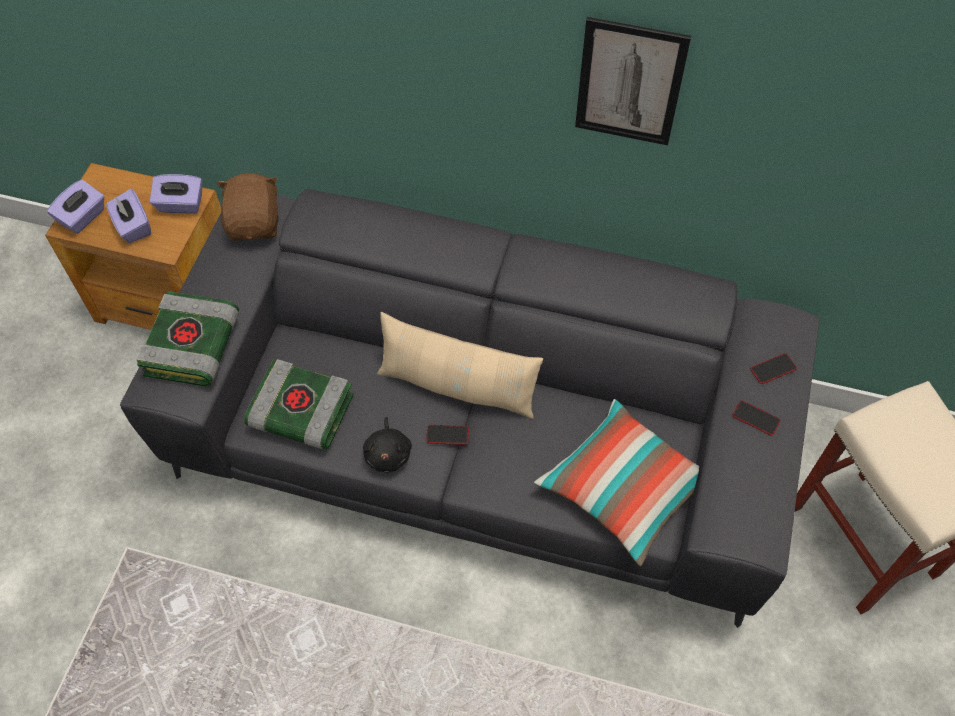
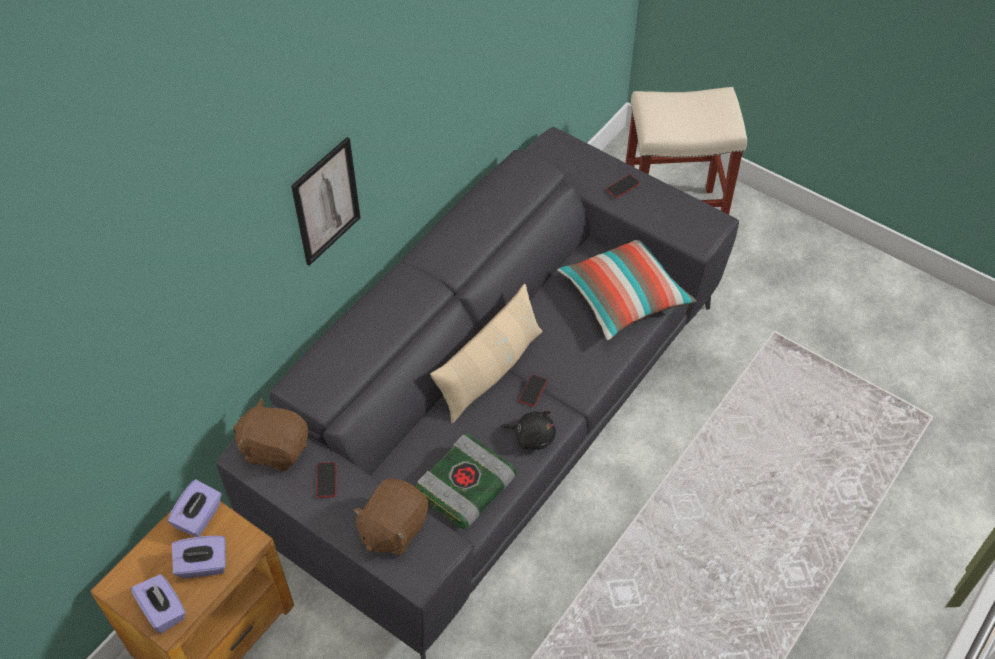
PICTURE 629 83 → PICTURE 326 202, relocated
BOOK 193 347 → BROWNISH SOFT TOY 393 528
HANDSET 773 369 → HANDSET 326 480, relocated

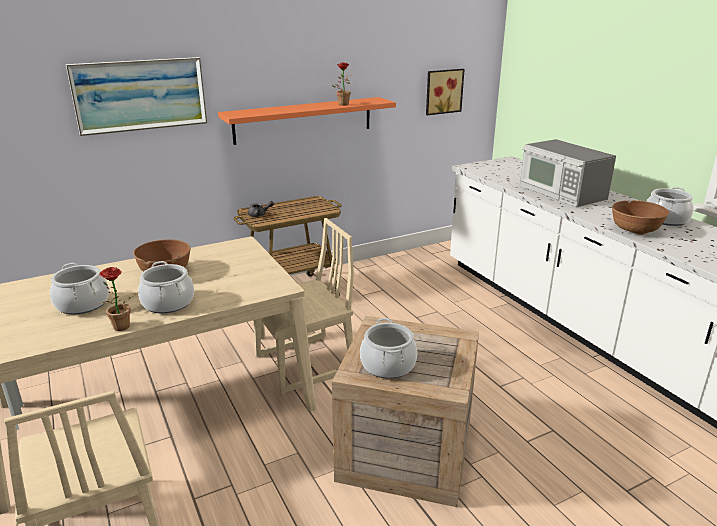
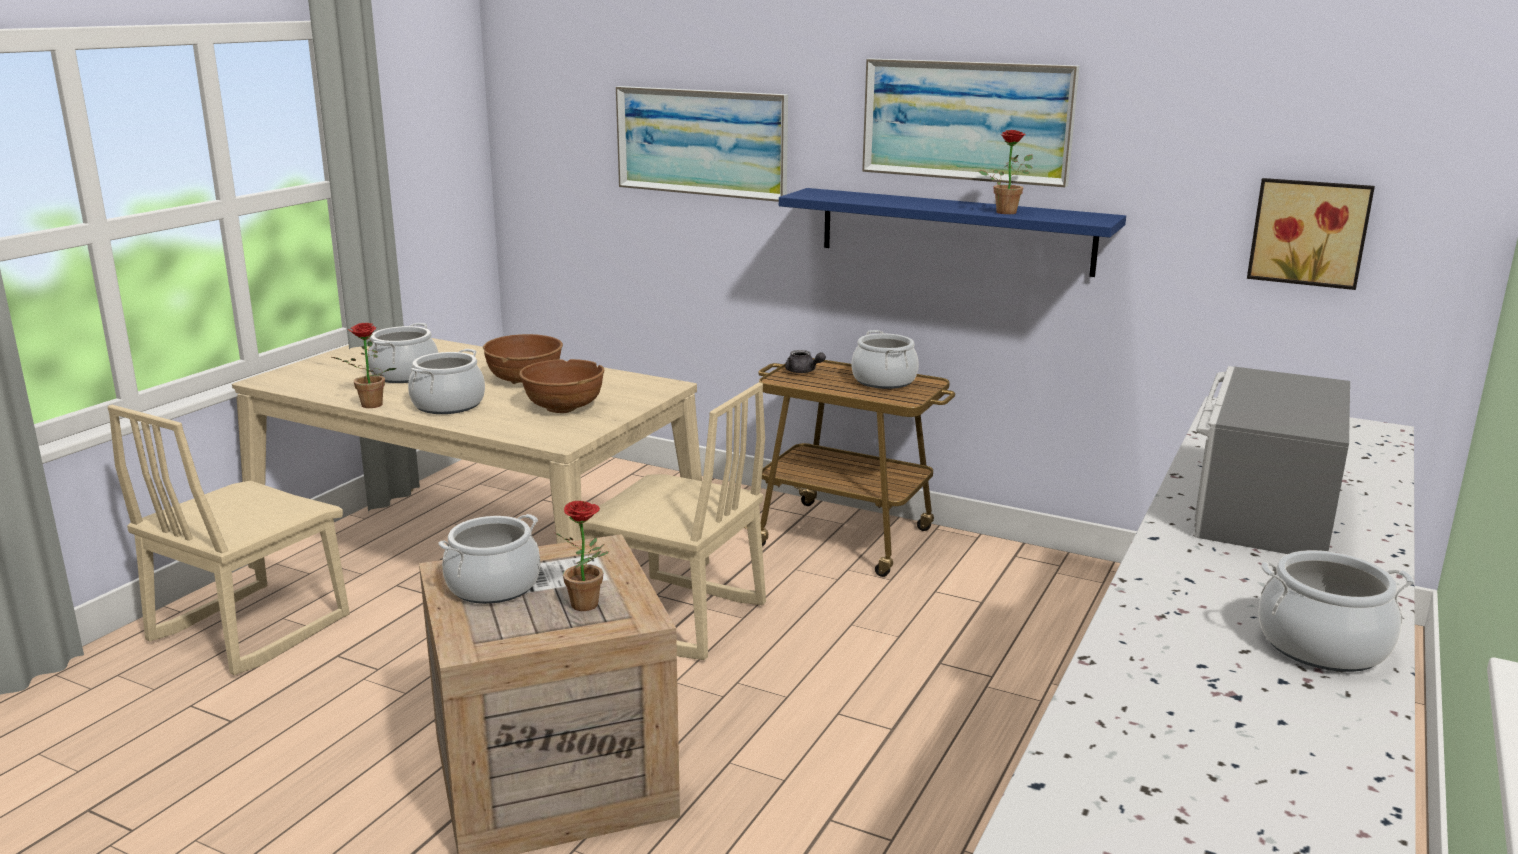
ORANGEY WALL SHELF 304 120 → BLUE-COLOURED WALL SHELF 955 231
BROWNISH SERVING BOWL 635 230 → BROWNISH SERVING BOWL 563 407, relocated
- → PICTURE 966 120
- → STOCKPOT 884 381
- → HOUSEPLANT 590 606

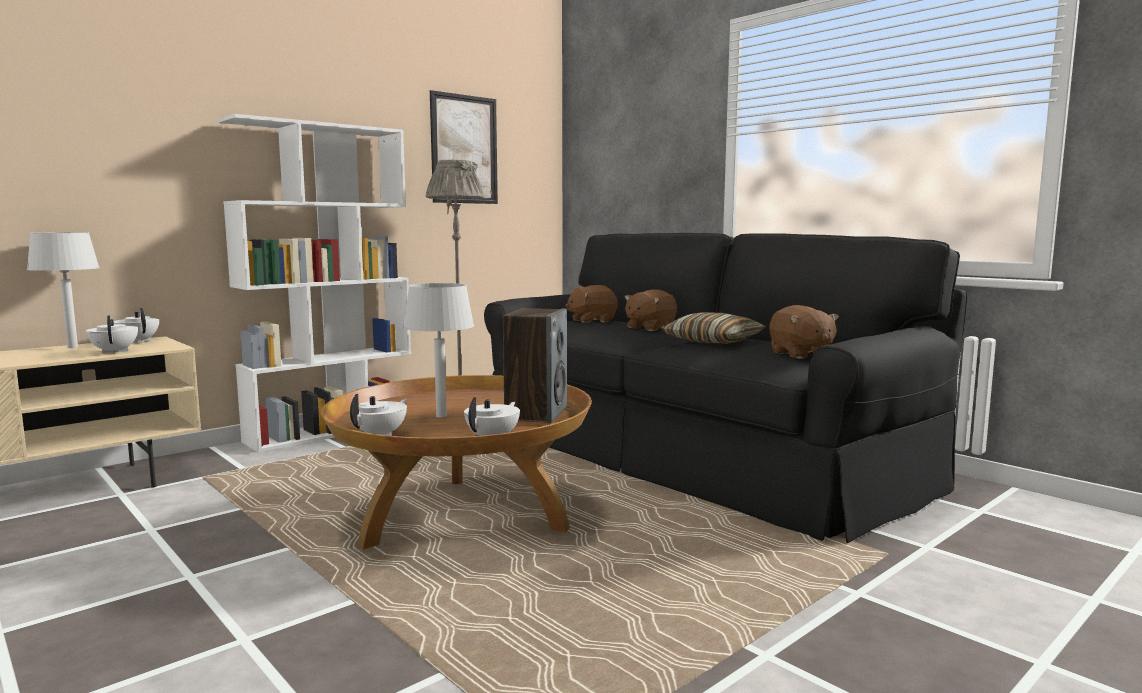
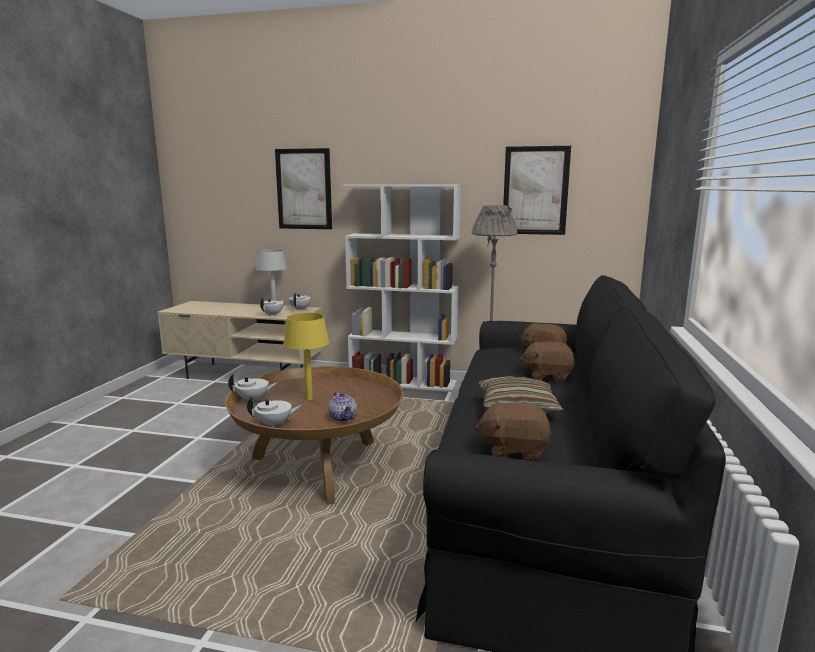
GREYISH TABLETOP LAMP 442 416 → YELLOWISH TABLETOP LAMP 309 399
BROWNISH SOFT TOY 800 354 → BROWNISH SOFT TOY 513 450, 60 degrees clockwise
SPEAKER 536 414 → TEA POT 343 418
- → PICTURE 304 189

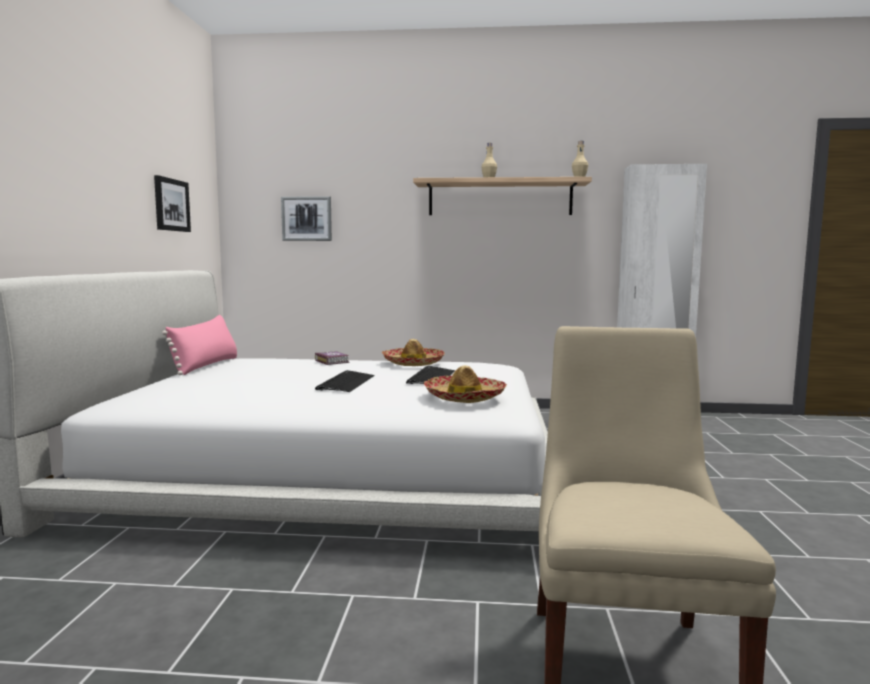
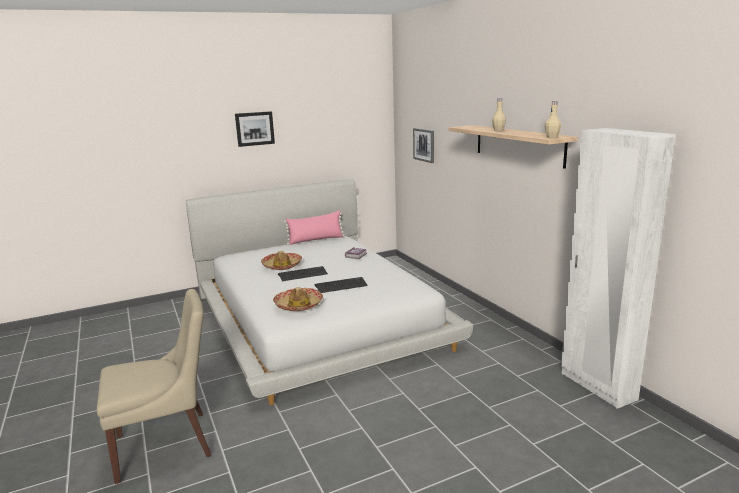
PICTURE 171 205 → PICTURE 254 128, relocated
HAT 412 363 → HAT 282 266, relocated

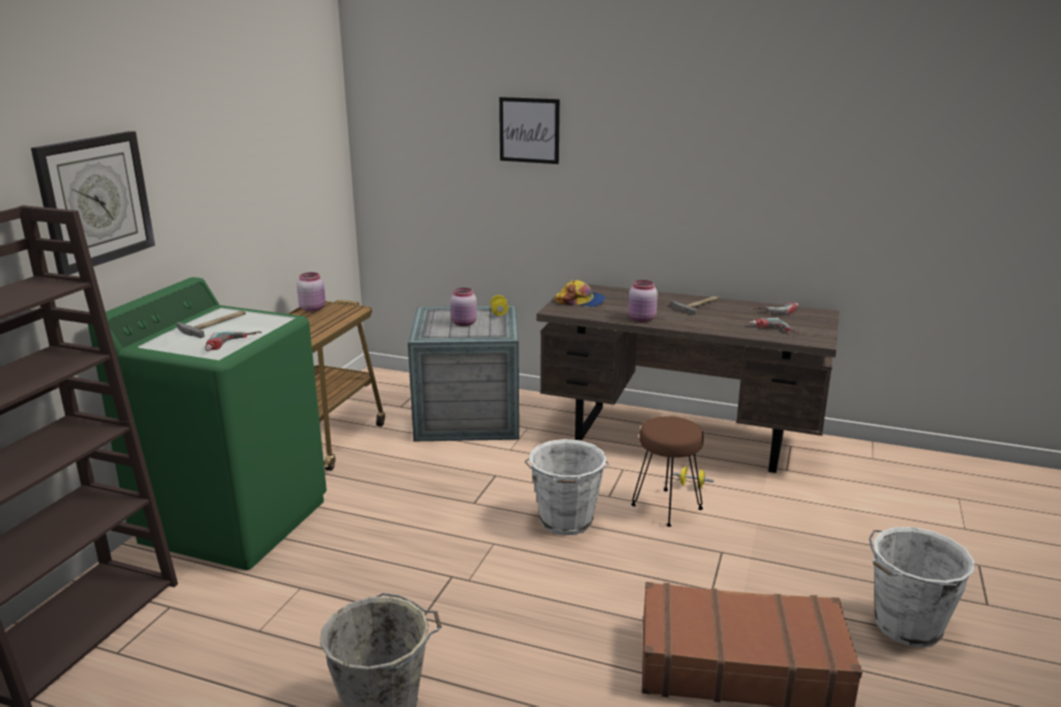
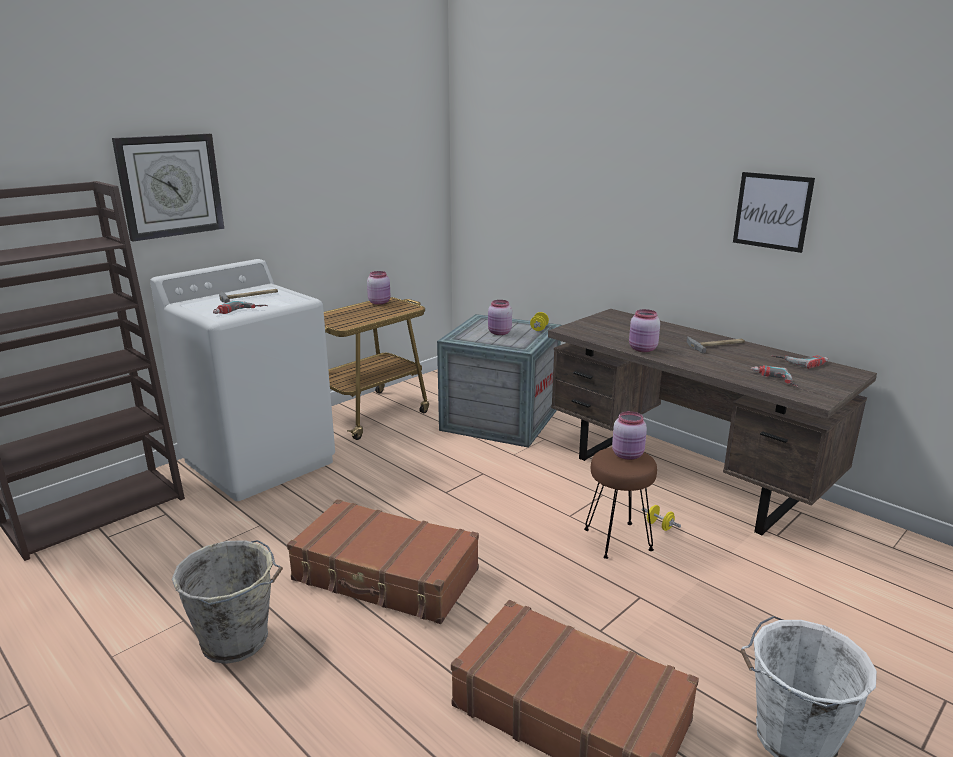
PICTURE 529 130 → PICTURE 772 211, relocated
GREEN WASHING MACHINE 235 520 → WHITE WASHING MACHINE 260 461
PEAKED CAP 581 301 → -
WHITE WATER BUCKET 566 522 → -
- → PINK-COLOURED PRESERVE JAR 628 455
- → BROWNISH TRAVEL CASE 385 576

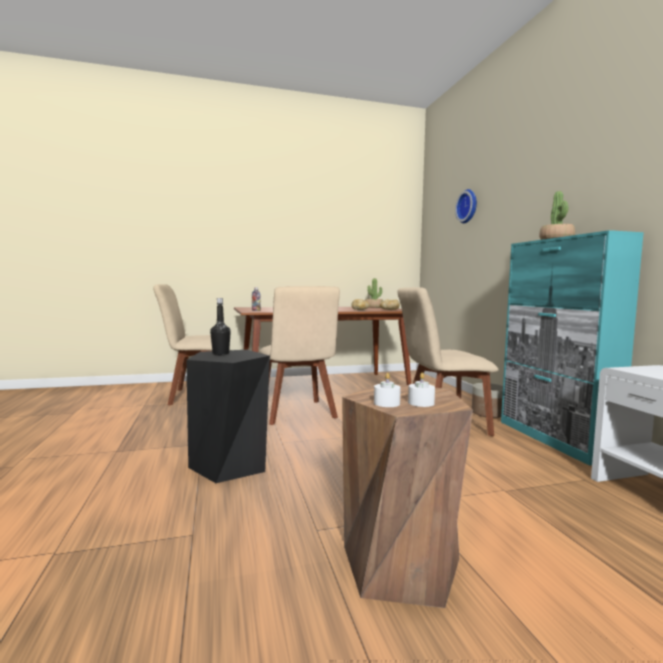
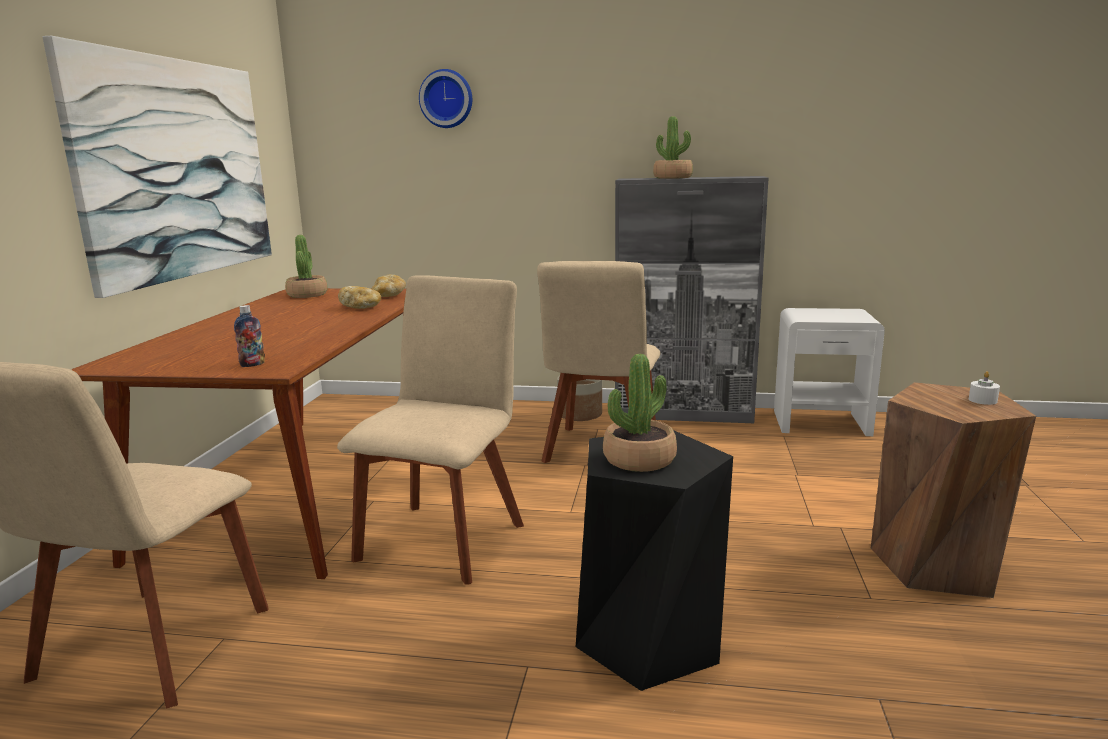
TURQUOISE-COLOURED CUPBOARD 554 439 → GREYISH CUPBOARD 684 413
BEIGE CHAIR 298 413 → BEIGE CHAIR 444 537, 75 degrees counterclockwise
BLACKISH BEVERAGE BOTTLE 220 354 → HOUSEPLANT 639 459
WHITE CANDLE 386 403 → -
- → PICTURE 177 169

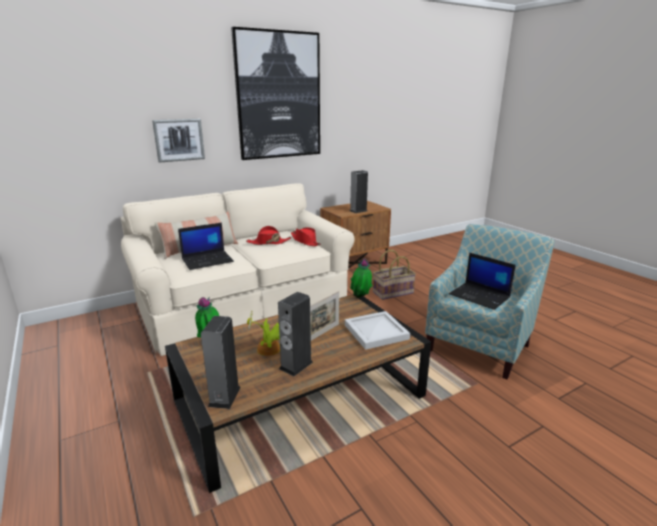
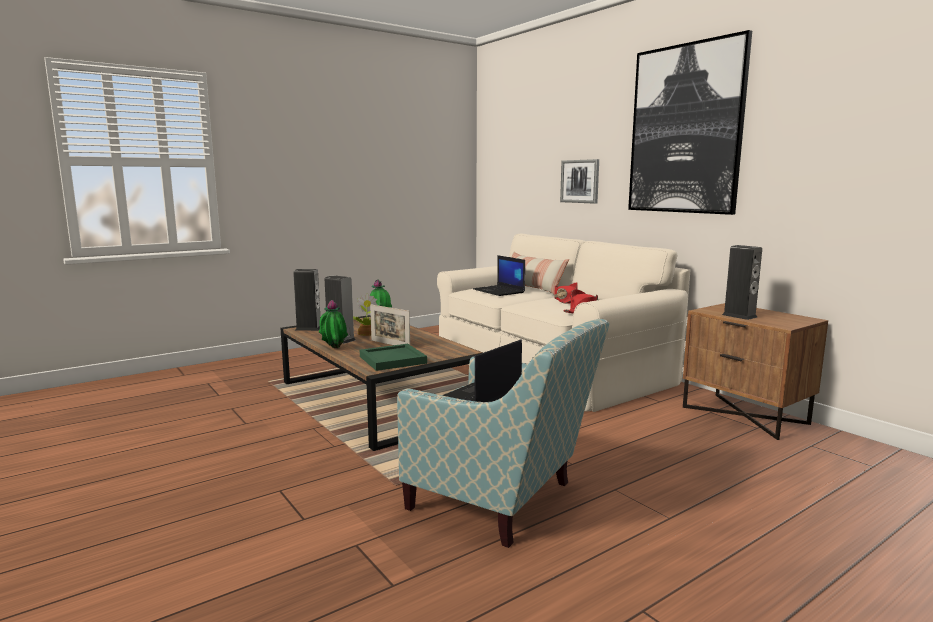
BASKET 392 292 → -
HOUSEPLANT 361 298 → HOUSEPLANT 333 349, relocated
WHITE TRAY 377 332 → GREEN TRAY 392 360

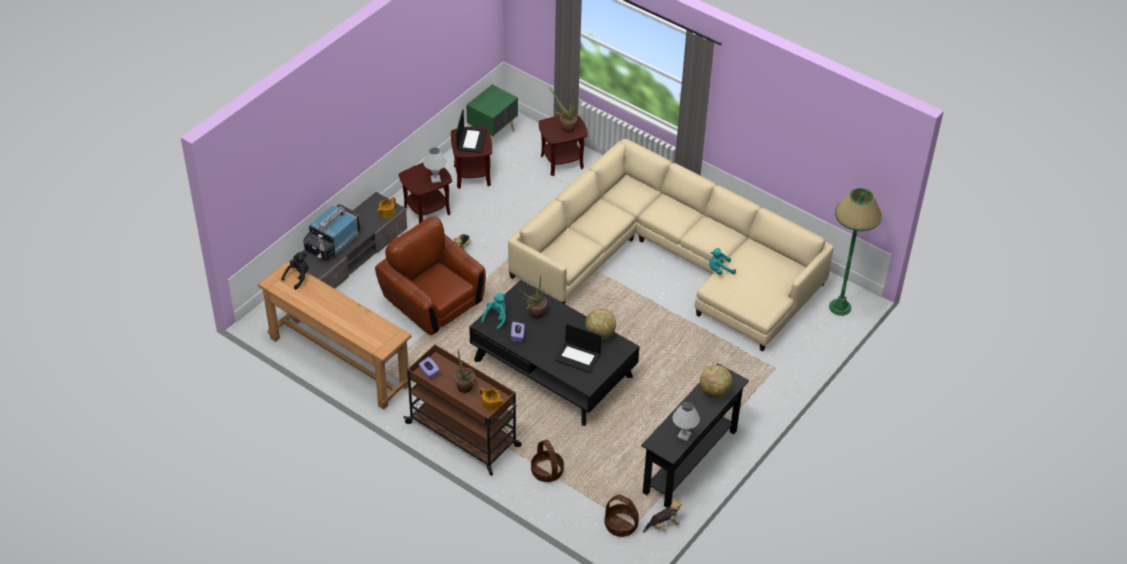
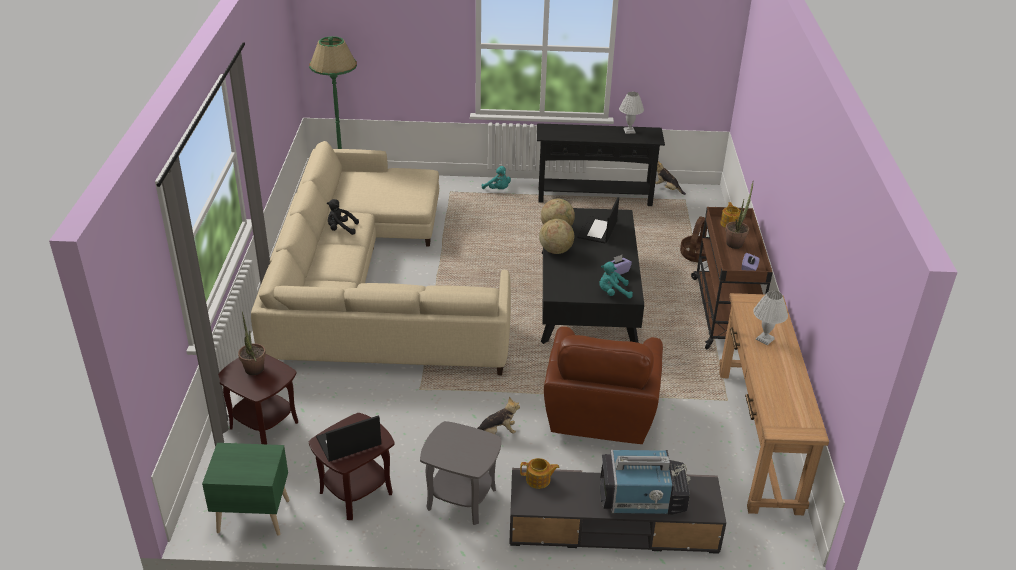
WHITE TABLETOP LAMP 436 179 → WHITE TABLETOP LAMP 765 339, relocated
BROWNISH SIDE TABLE 427 211 → GREYISH SIDE TABLE 461 499
TURQUOISE-COLOURED SOFT TOY 719 270 → TURQUOISE-COLOURED SOFT TOY 498 189, relocated
BLACKISH SOFT TOY 298 277 → BLACKISH SOFT TOY 341 229, relocated
HOUSEPLANT 534 315 → -
PORTABLE COMPUTER 578 357 → PORTABLE COMPUTER 597 230, 150 degrees counterclockwise
GLOBE 715 392 → GLOBE 555 250, relocated
BASKET 621 525 → -

